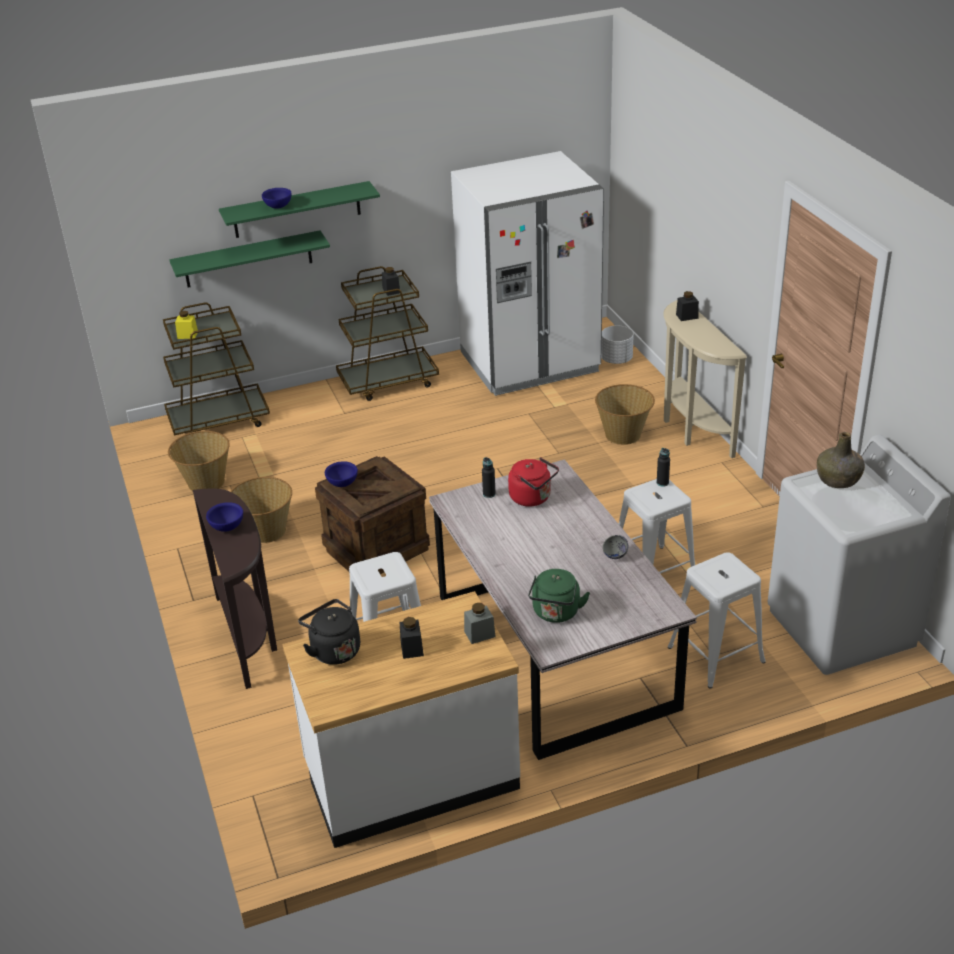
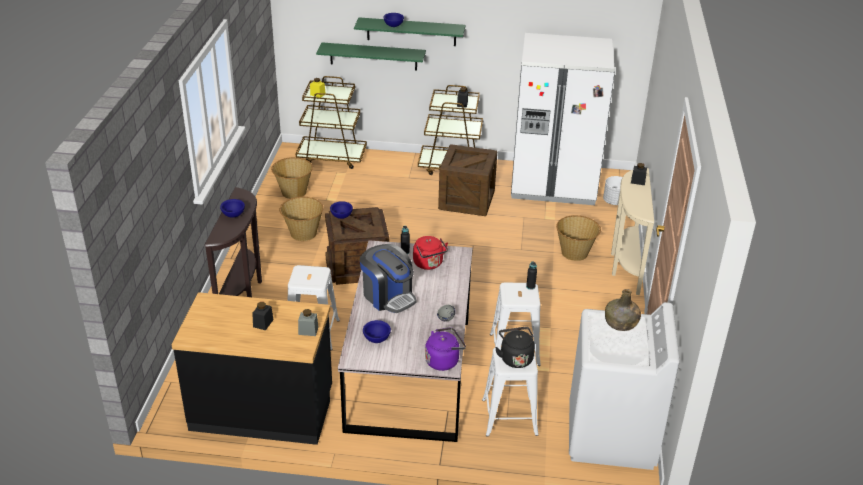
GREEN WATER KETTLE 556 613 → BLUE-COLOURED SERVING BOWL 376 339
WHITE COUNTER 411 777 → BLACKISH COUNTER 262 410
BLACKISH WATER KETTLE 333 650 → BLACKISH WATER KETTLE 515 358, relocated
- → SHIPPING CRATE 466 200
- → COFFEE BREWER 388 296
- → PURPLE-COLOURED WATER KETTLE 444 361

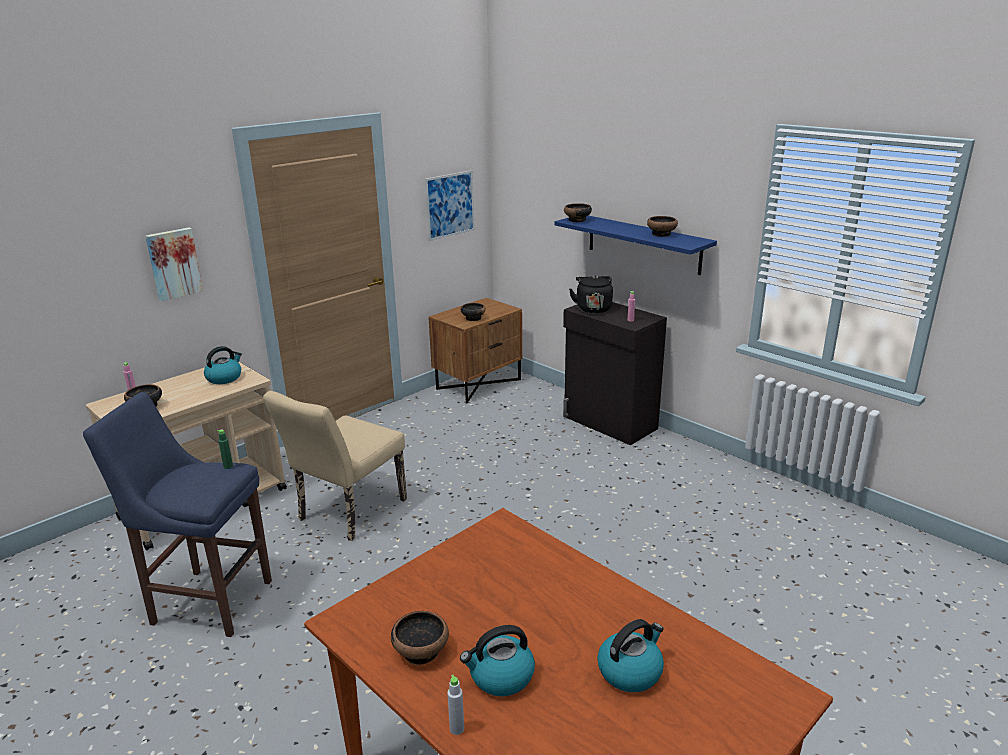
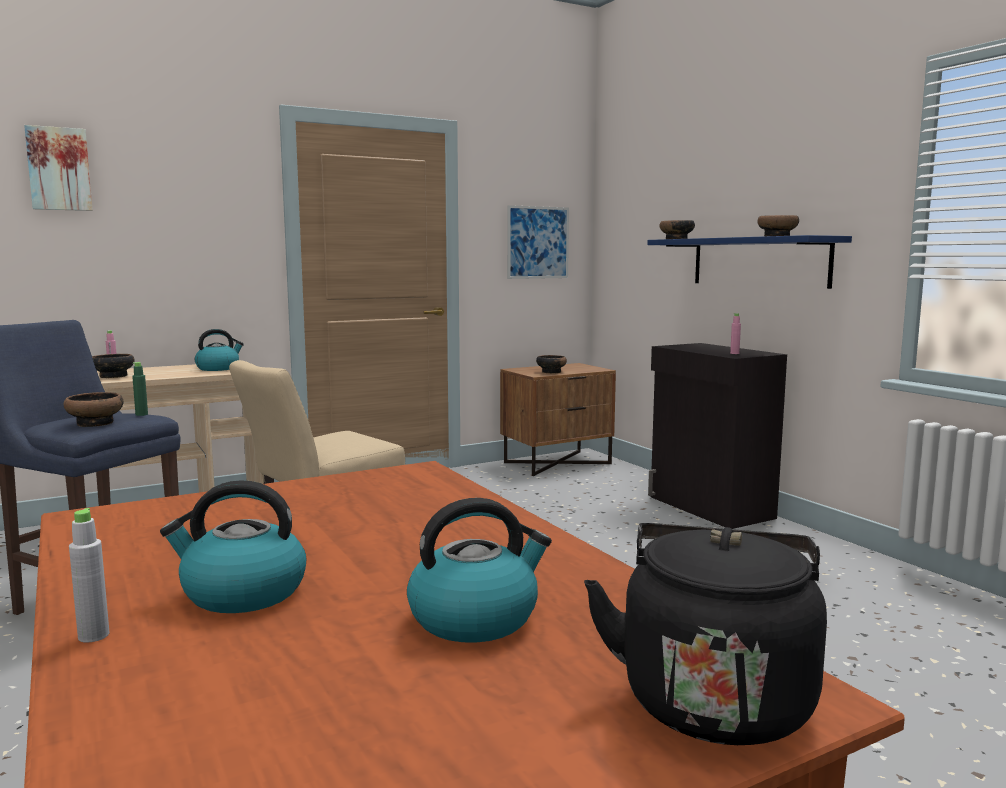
PICTURE 173 263 → PICTURE 59 169, relocated
BLACKISH WATER KETTLE 593 308 → BLACKISH WATER KETTLE 714 697, relocated
SERVING BOWL 421 651 → SERVING BOWL 96 423, relocated

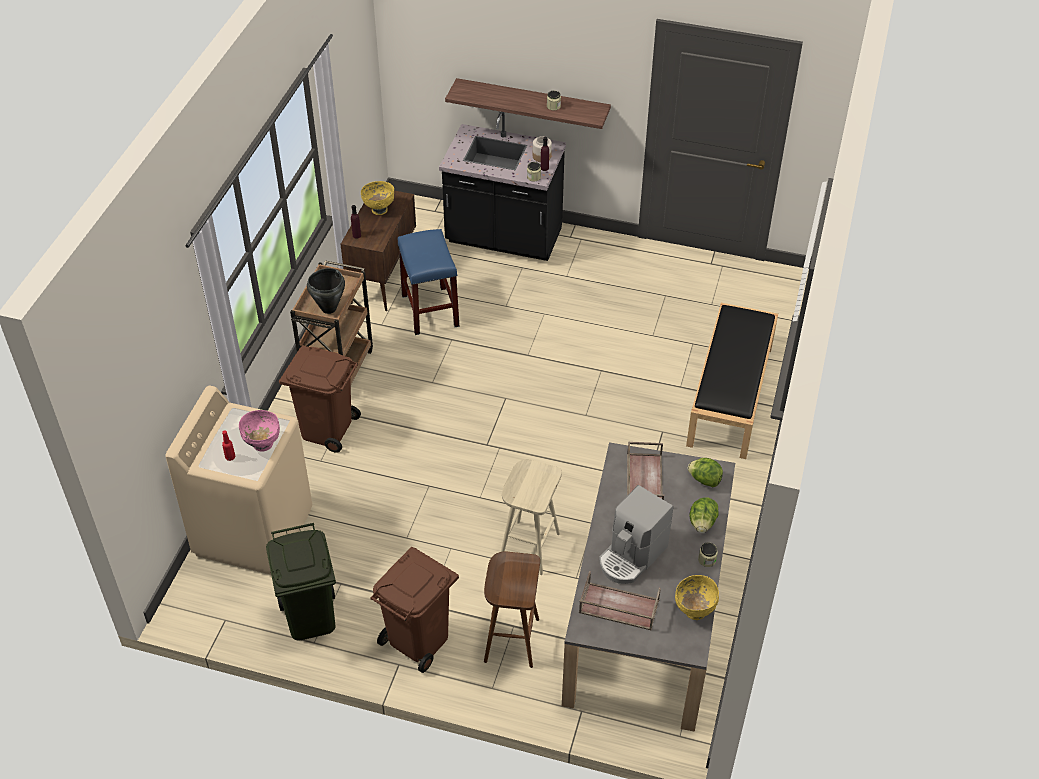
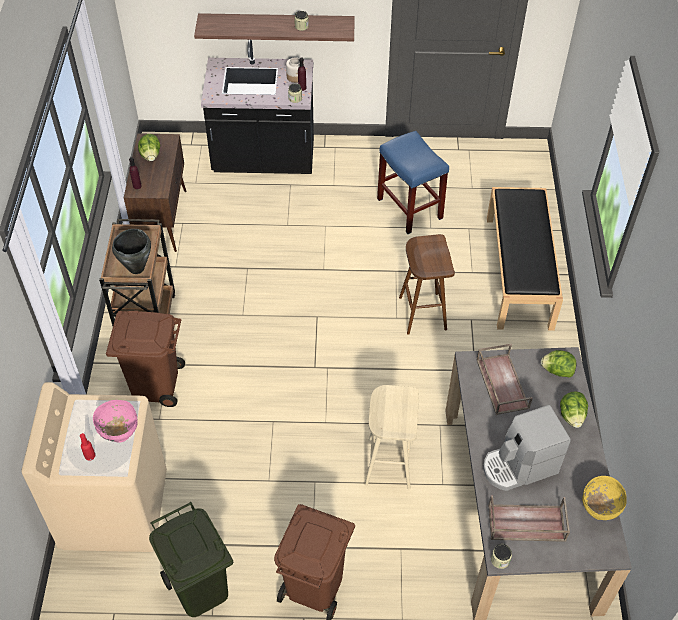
YELLOWISH SERVING BOWL 379 209 → LETTUCE HEAD 151 155
BLUE-COLOURED STOOL 431 311 → BLUE-COLOURED STOOL 410 209, relocated
COFFEE BREWER 631 556 → COFFEE BREWER 519 466, 45 degrees clockwise
PRESERVE JAR 707 560 → PRESERVE JAR 500 560, relocated
BROWNISH STOOL 511 639 → BROWNISH STOOL 421 312, relocated

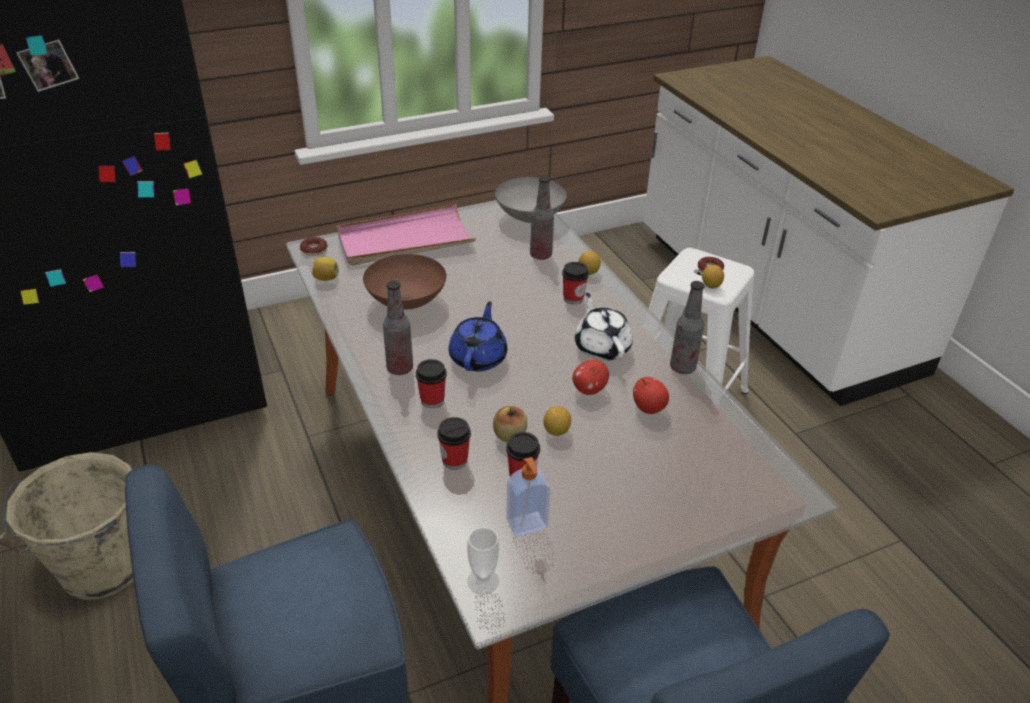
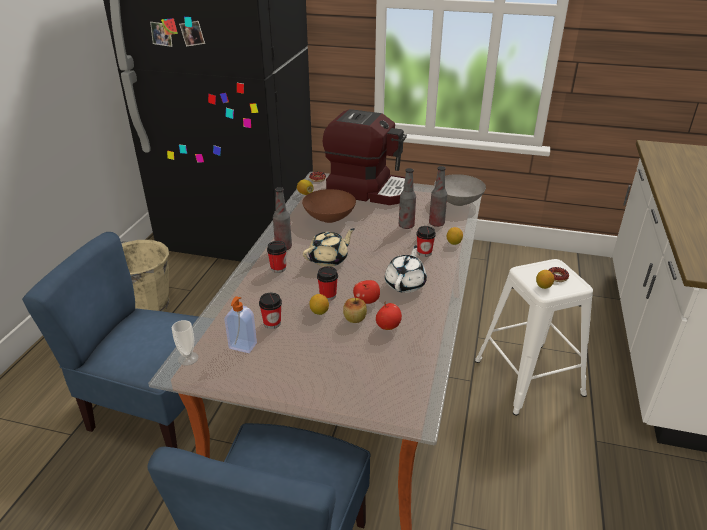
PINK-COLOURED TRAY 405 240 → COFFEE BREWER 369 190
BEVERAGE BOTTLE 682 367 → BEVERAGE BOTTLE 406 226, relocated
BLUE-COLOURED TEA POT 478 357 → BEIGE TEA POT 329 259
WHOLE APPLE 509 436 → WHOLE APPLE 354 319, relocated
CUP 454 460 → CUP 328 295, relocated

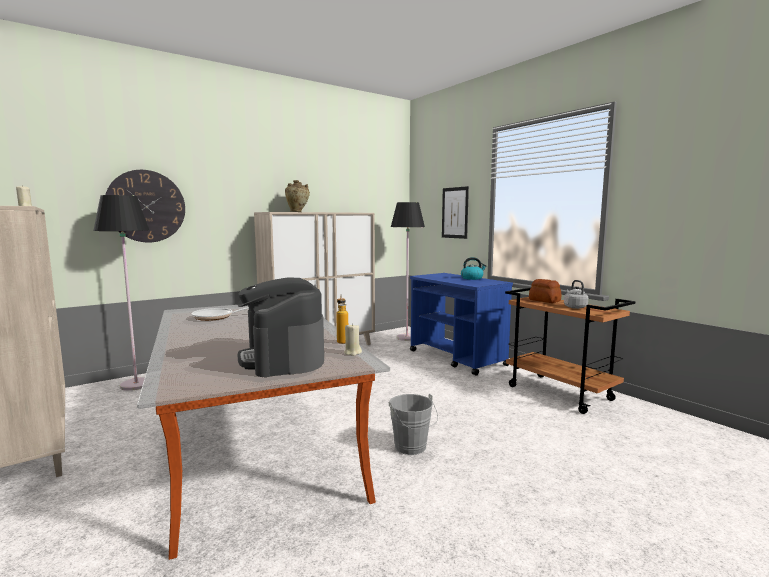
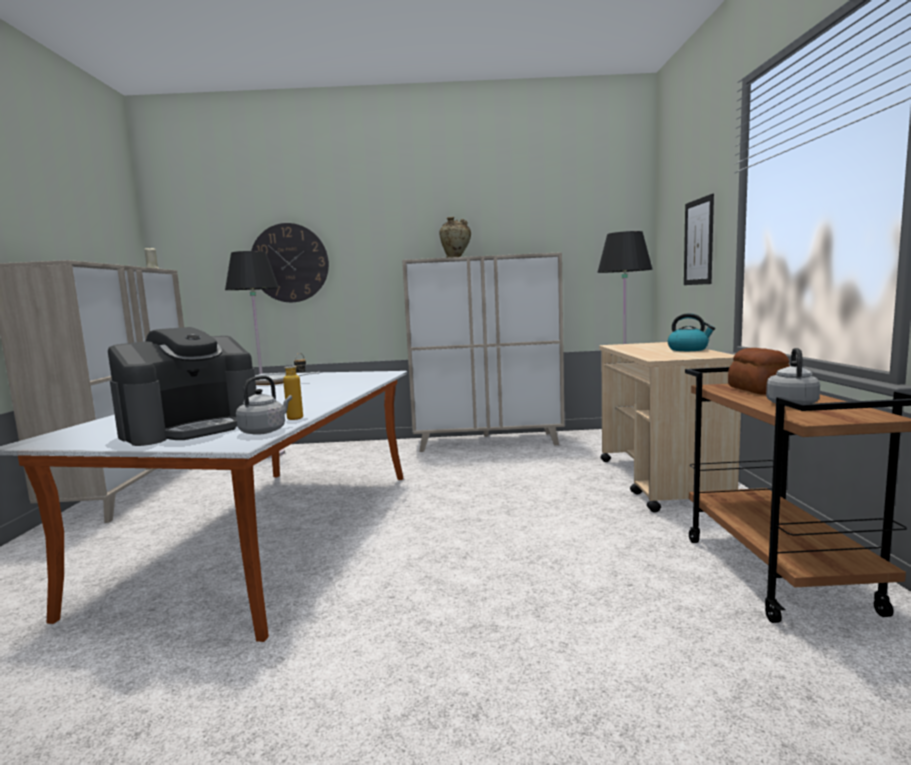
BLUE-COLOURED WHEELED CART 457 358 → BEIGE WHEELED CART 661 482
COFFEE BREWER 283 358 → COFFEE BREWER 191 428, 150 degrees counterclockwise
BEIGE CANDLE 352 353 → GREYISH WATER KETTLE 265 431
GREYISH WATER BUCKET 412 448 → -

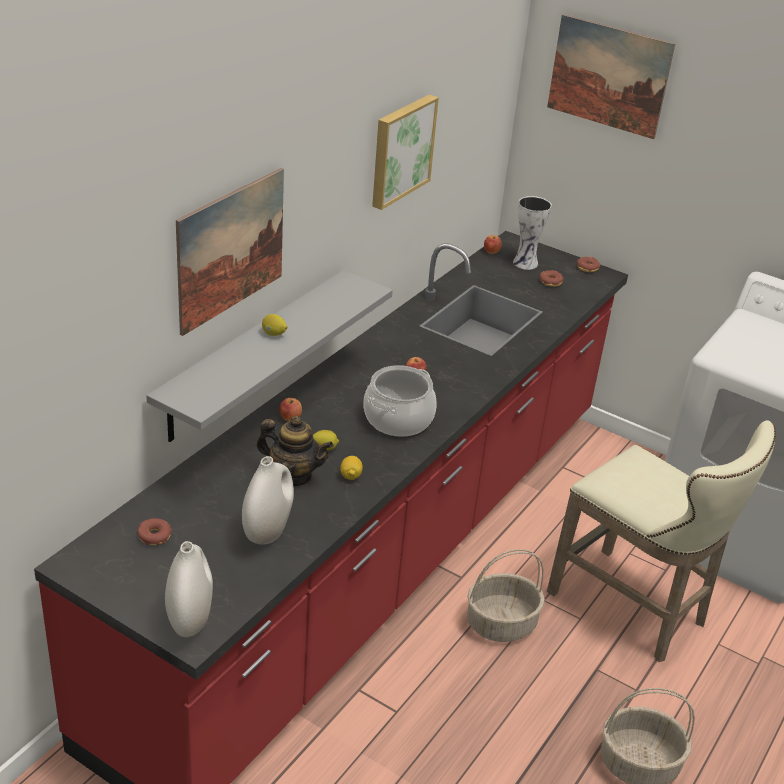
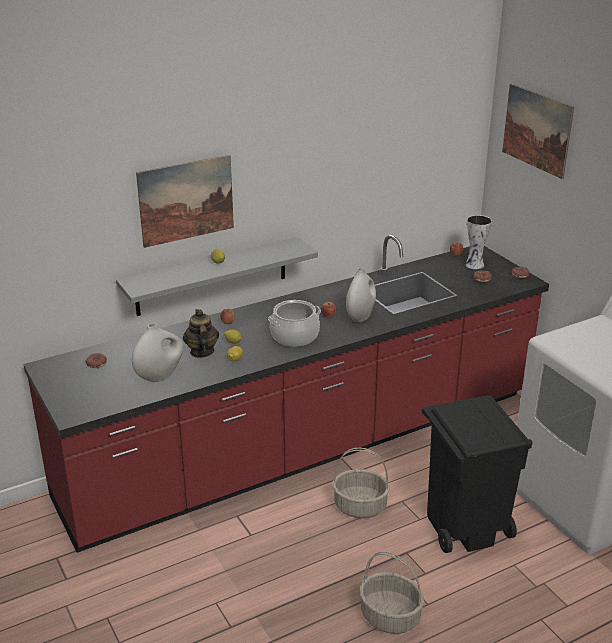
PICTURE 400 150 → -
TEA POT 294 475 → TEA POT 201 352, 150 degrees counterclockwise
BEIGE STOOL 635 611 → BLACKISH TRASH CAN 465 526
WHITE FLOWER VASE 190 618 → WHITE FLOWER VASE 360 316, relocated

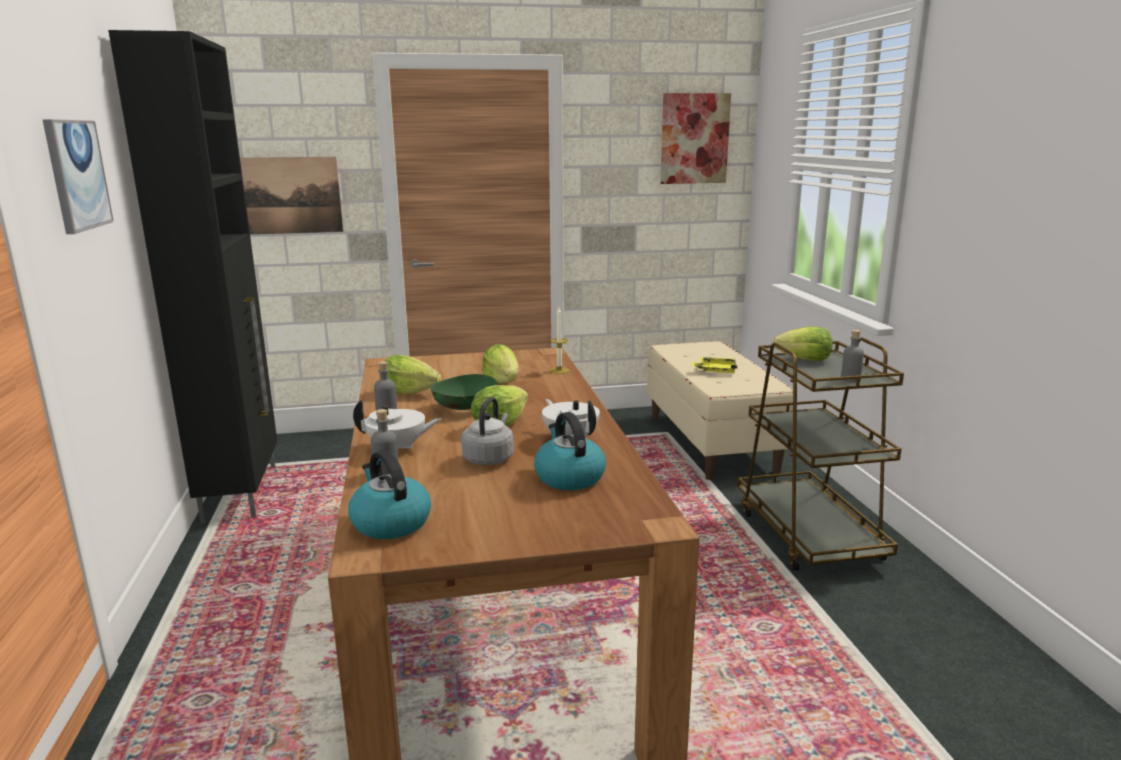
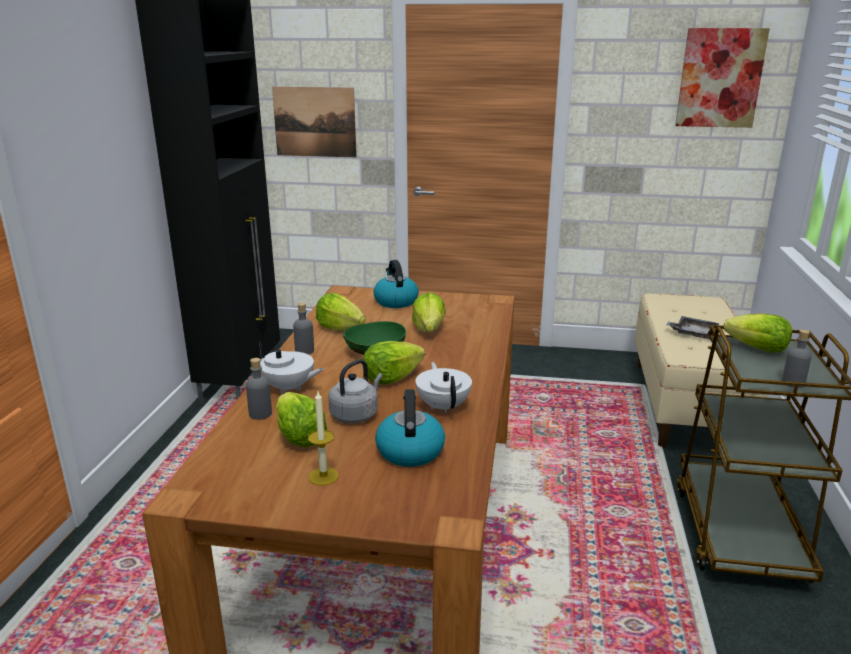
PICTURE 76 175 → -
CANDLE 559 370 → CANDLE 323 476, relocated
YELLOWISH TRAY 715 370 → GREYISH TRAY 693 333
WATER KETTLE 390 522 → WATER KETTLE 395 301, relocated
- → LETTUCE HEAD 299 437

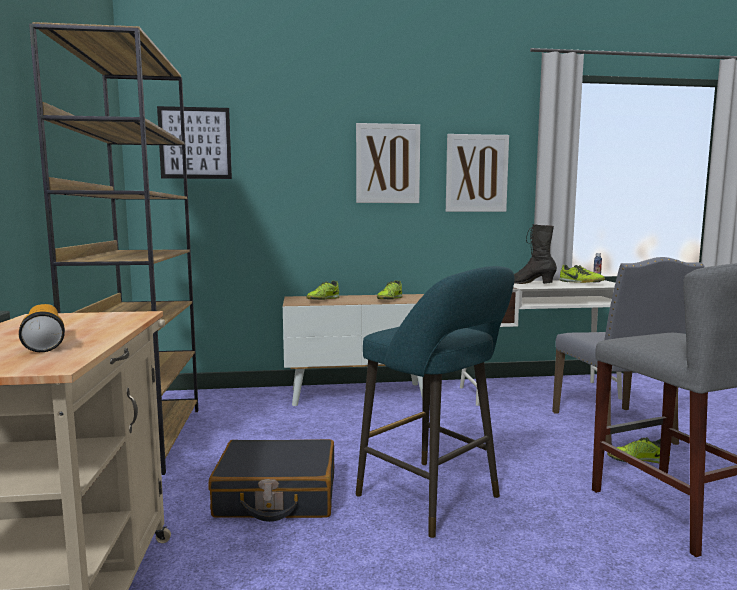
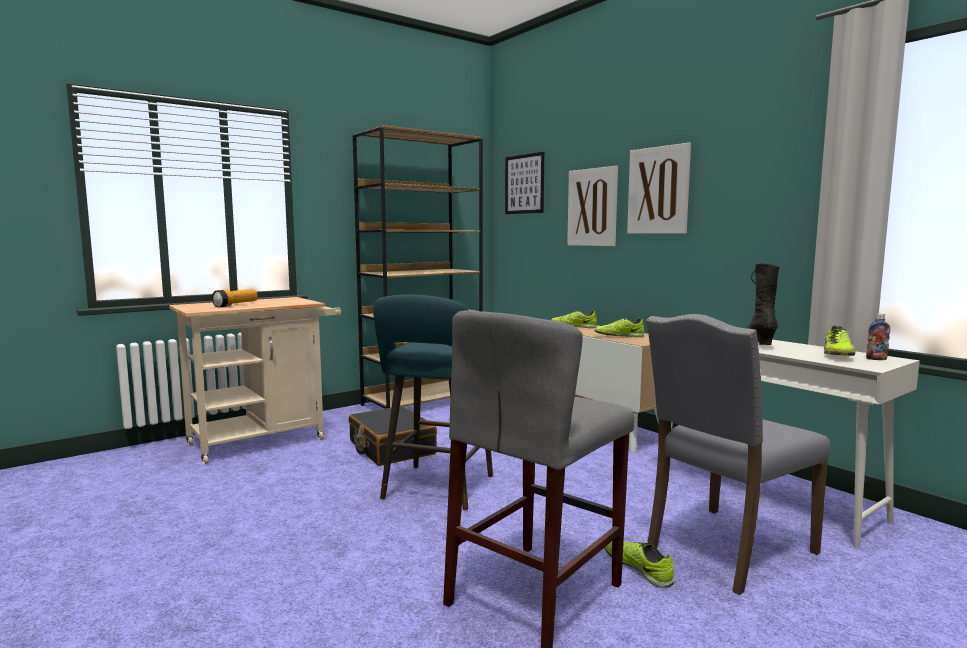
PICTURE 476 173 → PICTURE 592 207, relocated

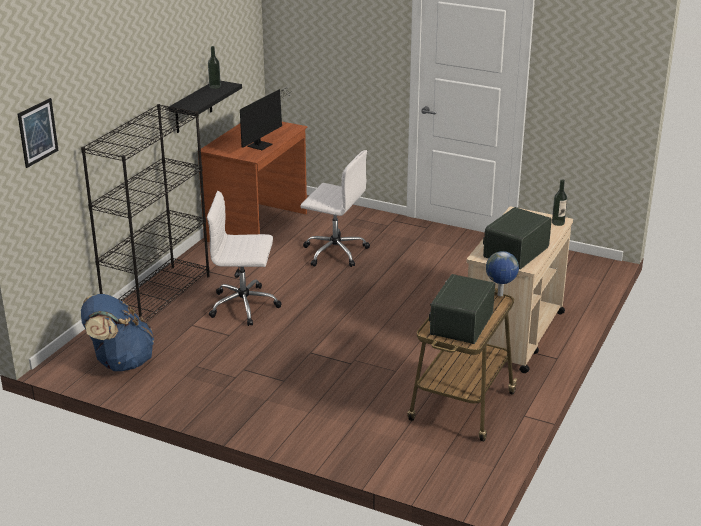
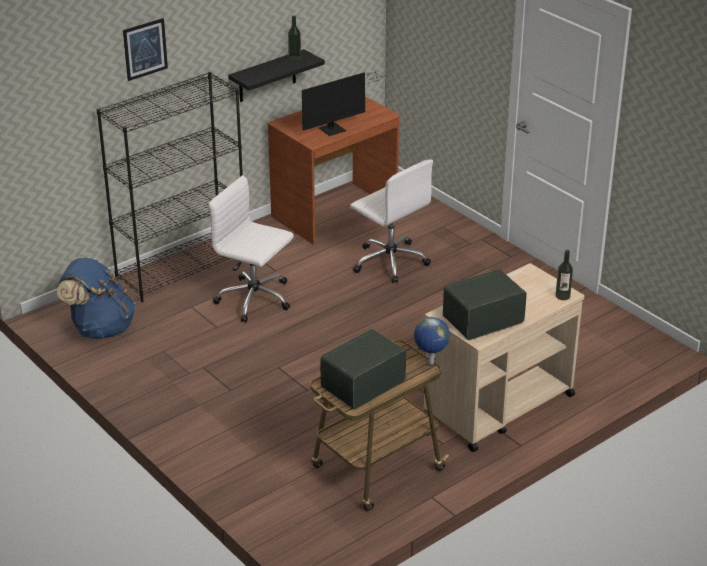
PICTURE 37 132 → PICTURE 145 49, relocated

